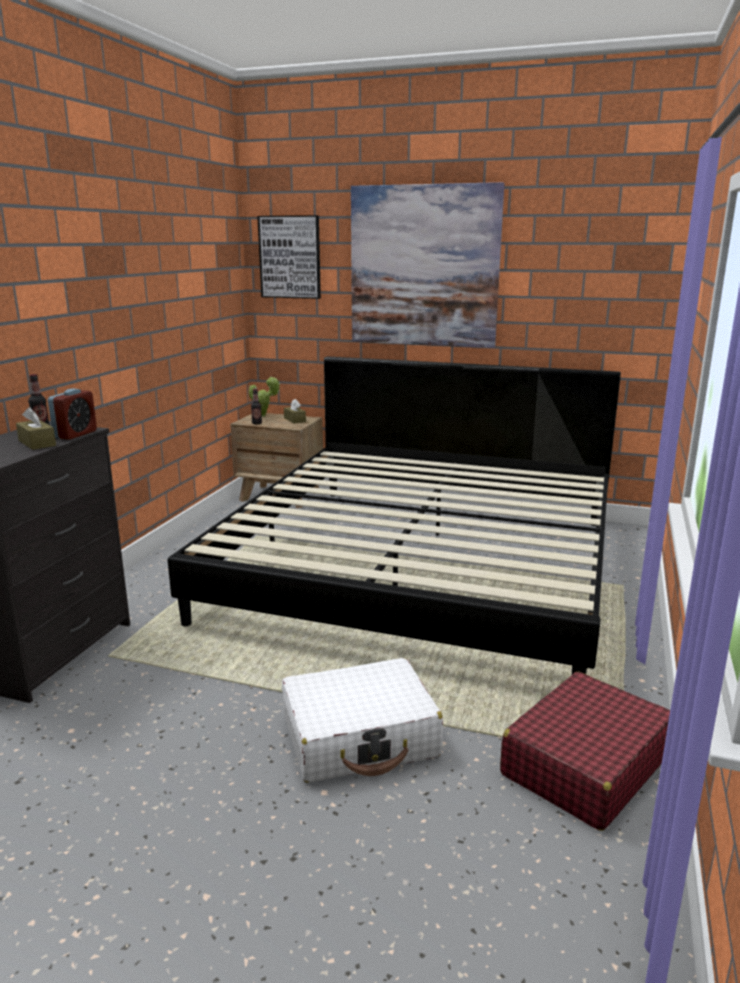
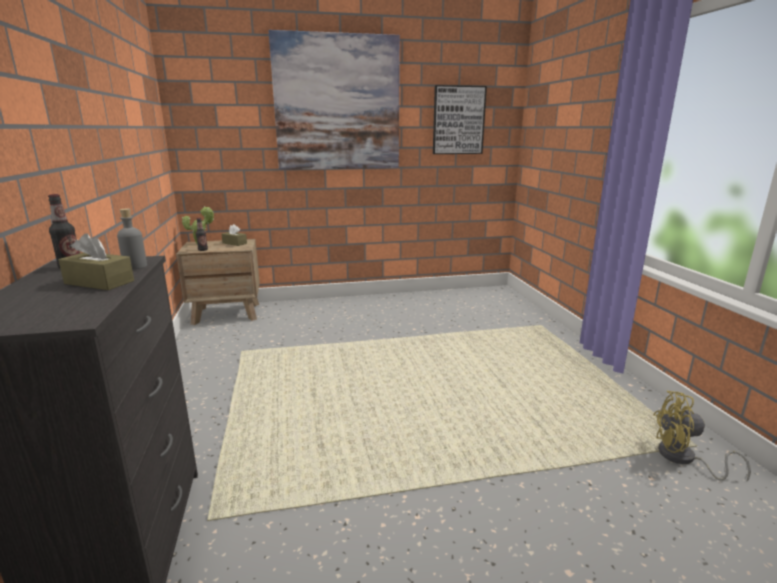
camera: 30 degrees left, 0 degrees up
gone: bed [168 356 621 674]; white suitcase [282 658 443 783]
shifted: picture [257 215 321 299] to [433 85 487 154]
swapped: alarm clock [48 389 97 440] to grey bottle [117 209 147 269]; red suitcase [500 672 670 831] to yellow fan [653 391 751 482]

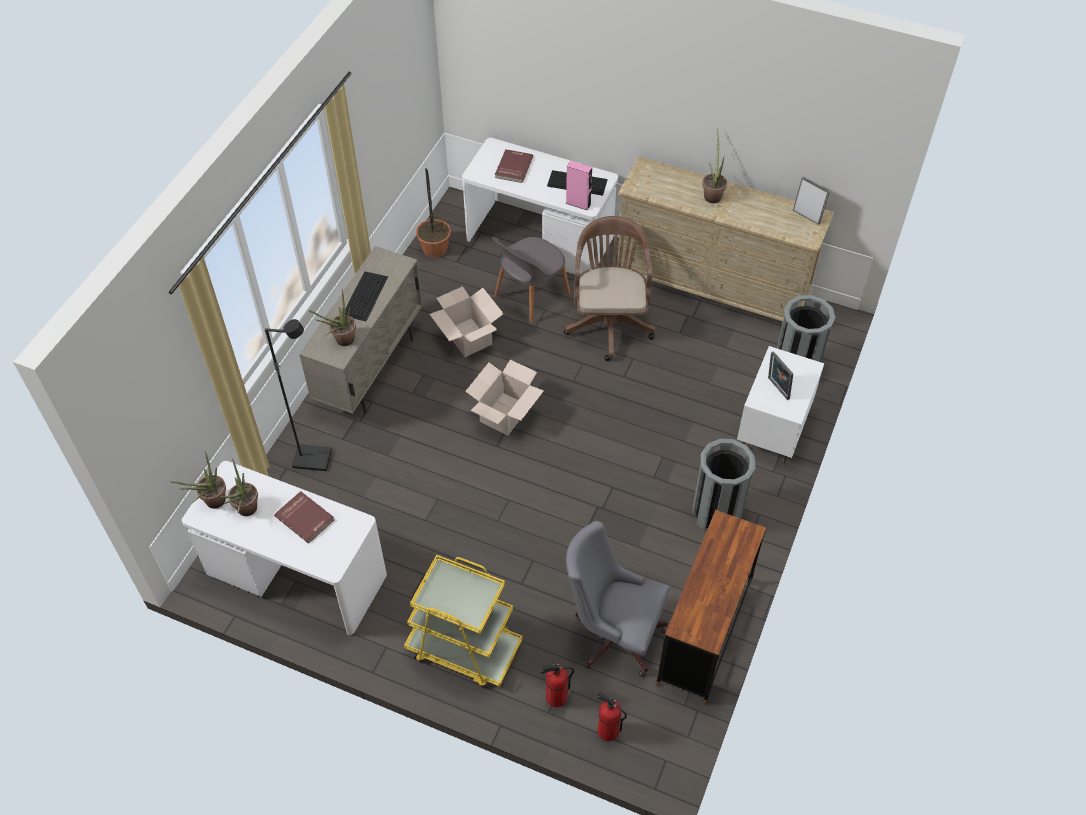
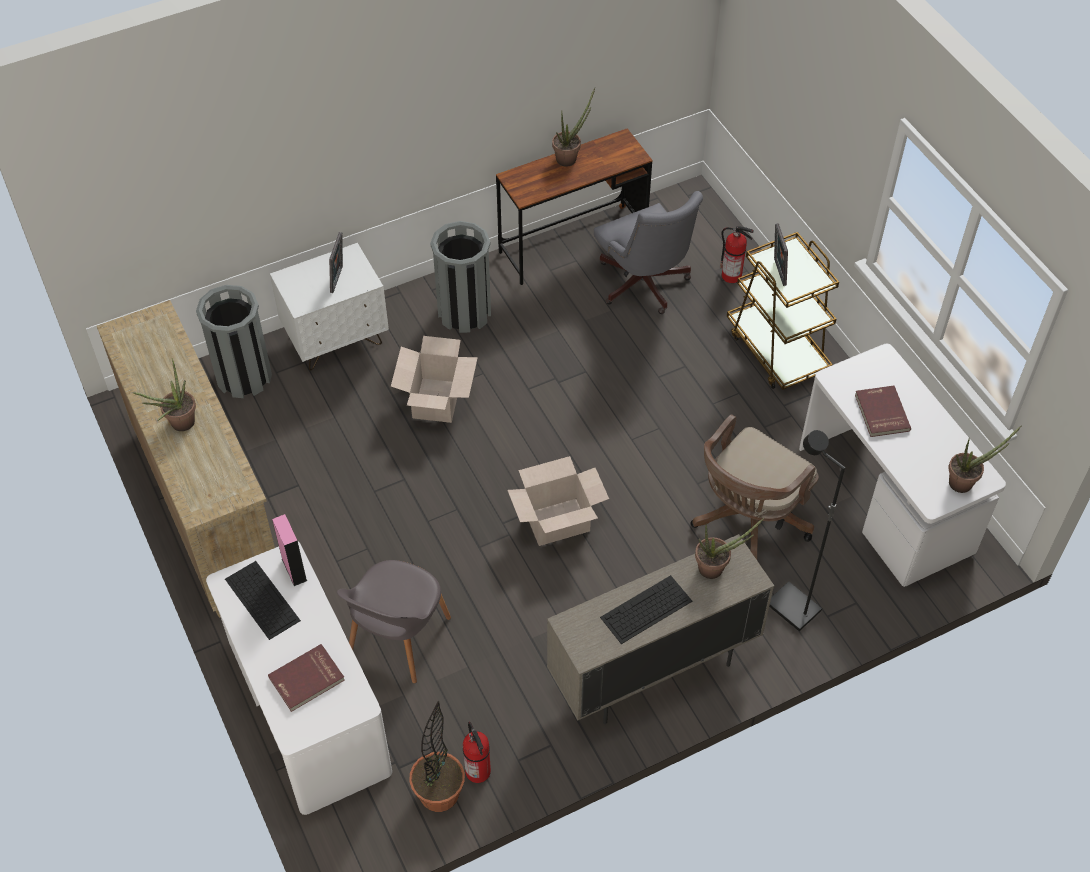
camera: 140 degrees left, 0 degrees up
shifted: potted plant [220 458 258 516] to [552 88 595 167]; cardboard box [429 286 504 357] to [391 336 478 423]; brown office chair [564 216 656 361] to [690 414 819 560]; fire extinguisher [596 691 627 741] to [463 722 491 783]; picture frame [793 177 830 225] to [774 223 788 286]
repainted: yellow cart [404 555 523 687] to brown cart [727 232 839 390]
rotated: grey chair [492 237 570 324] = [337 560 451 684] 120 degrees clockwise

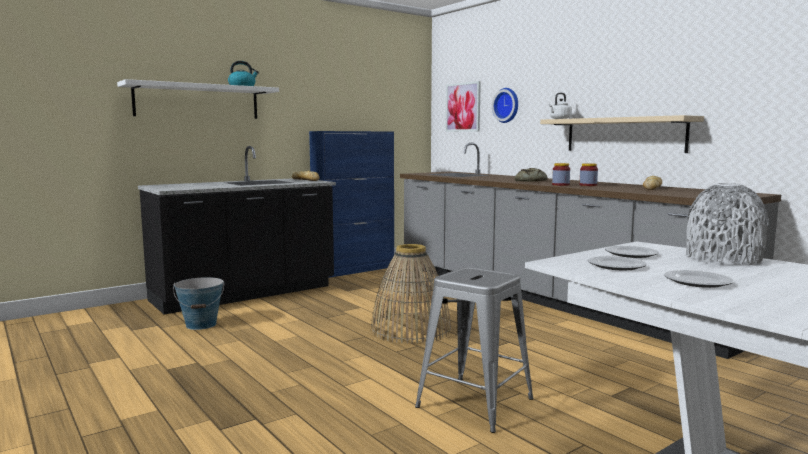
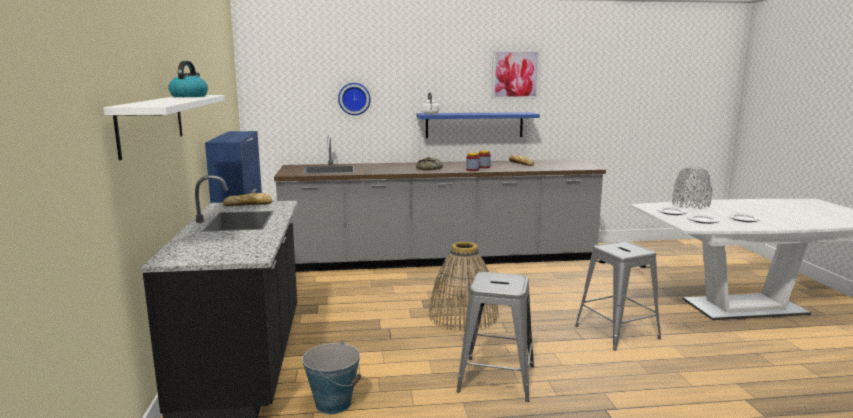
camera: 60 degrees left, 5 degrees up
new: grey stool [456 272 534 402]
shifted: picture [446 81 481 132] to [492 50 540 99]
repainted: beige shelf [540 115 704 153] to blue shelf [417 112 540 138]

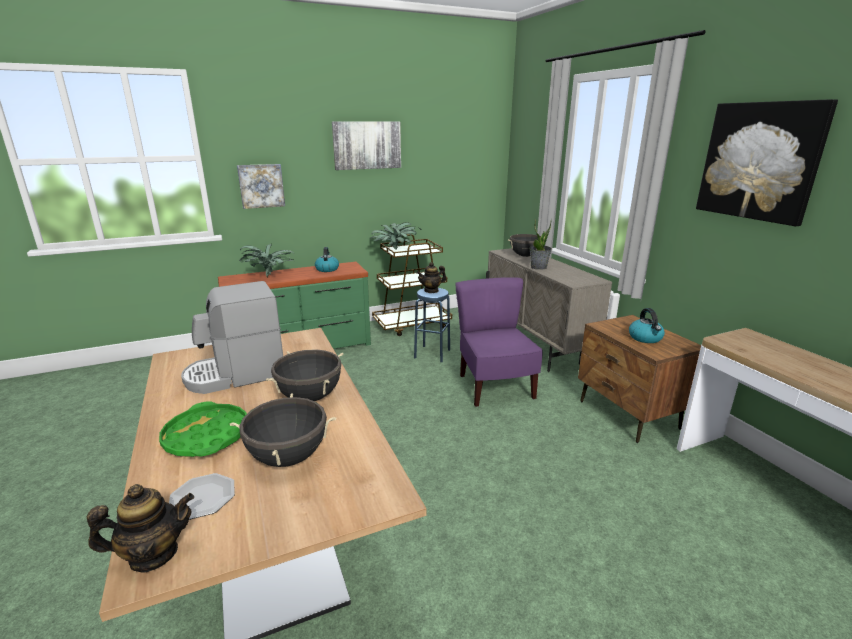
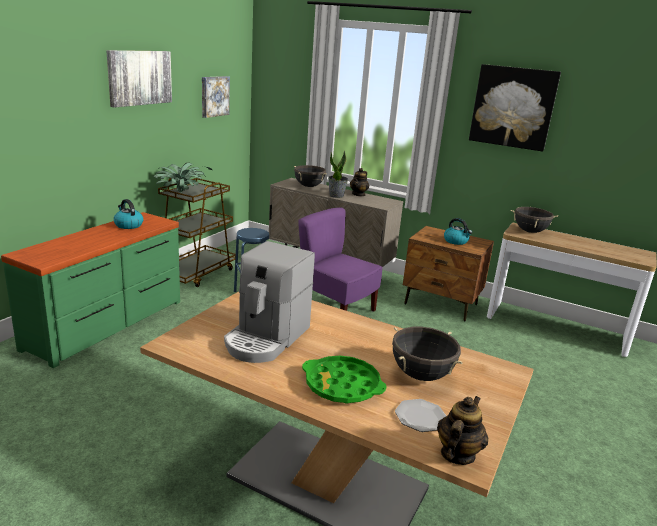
camera: 40 degrees left, 0 degrees up
gone: potted plant [239 244 294 277]
shifted: picture [237 164 285 209] to [202 76 230 118]; black cooking pot [266 349 343 401] to [511 207 558 233]; teapot [416 262 446 293] to [350 168 369 197]

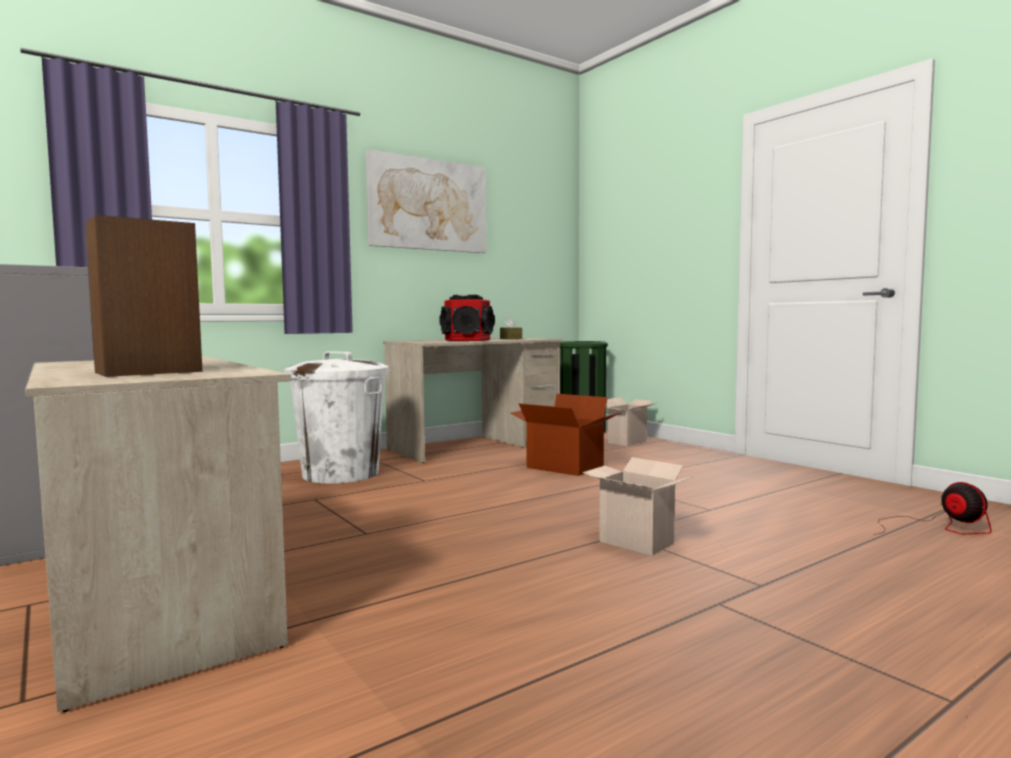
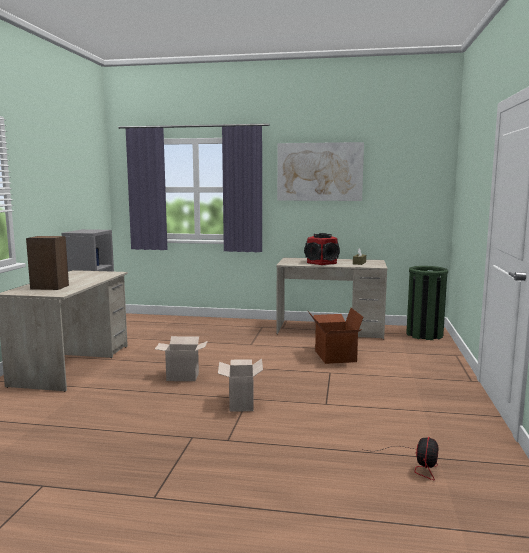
camera: 45 degrees right, 5 degrees up
gone: white trash can [285 351 389 483]
shifted: cardboard box [606 397 654 446] to [155 336 208 381]

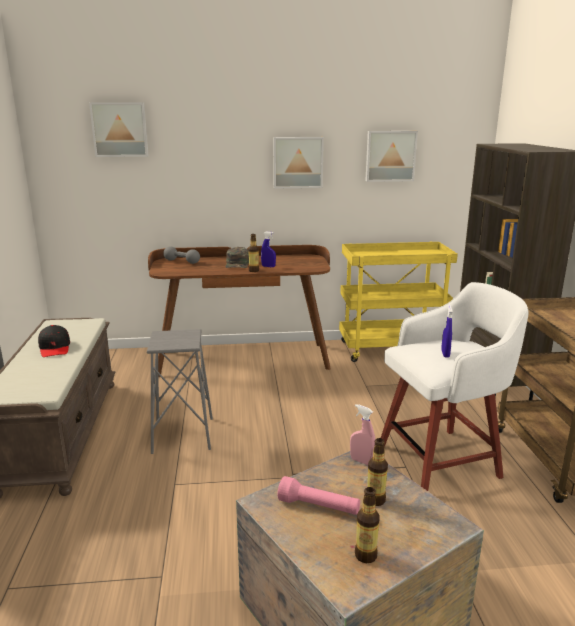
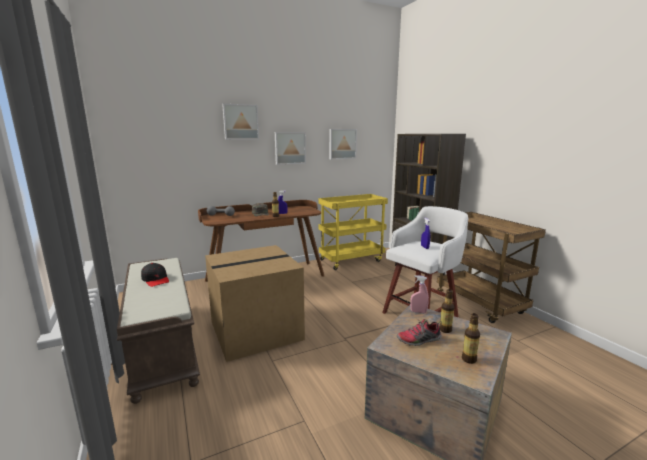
camera: 20 degrees left, 5 degrees down
shifted: picture [89 102 149 157] to [222 104 259 140]
swapped: grey stool [147 329 213 454] to cardboard box [205 245 305 362]; pink flashlight [278 476 360 515] to shoe [397 319 442 346]

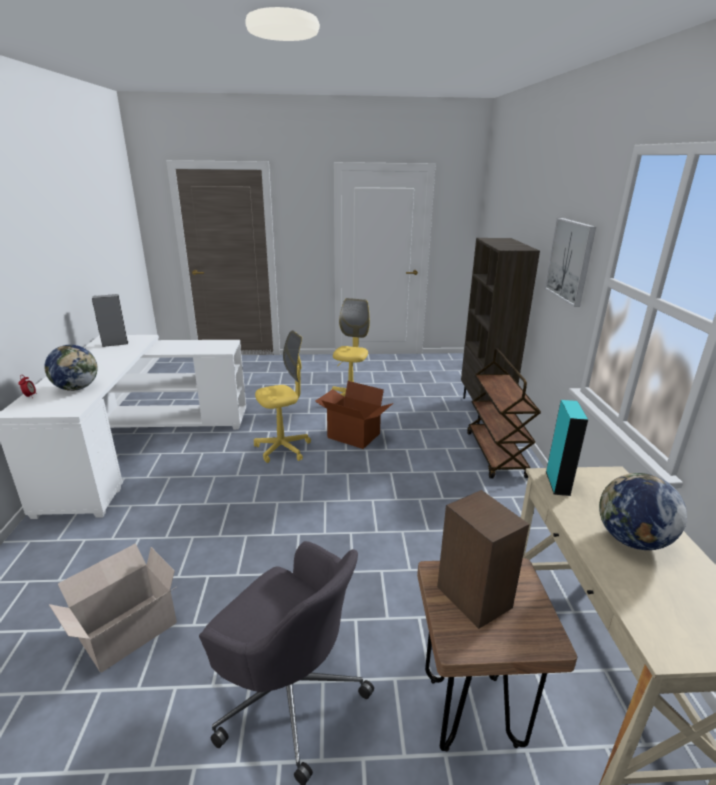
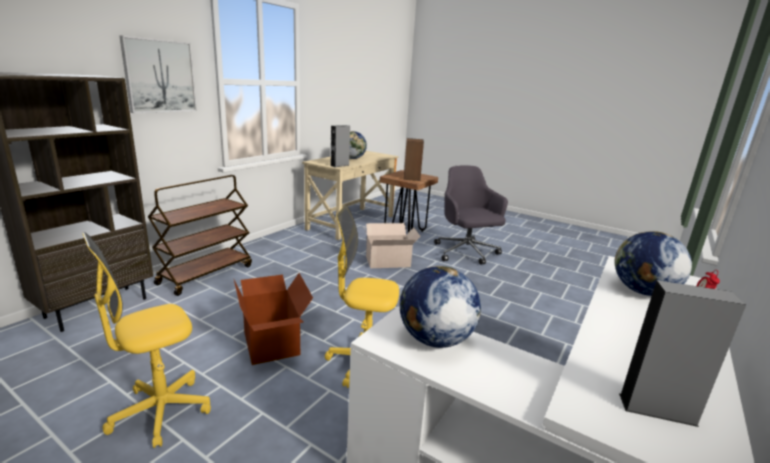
camera: 145 degrees left, 5 degrees down
new: globe [399 266 481 348]
shifted: cardboard box [49 543 177 673] to [363 223 421 268]
repainted: turquoise speaker [546 400 588 496] to grey speaker [331 125 350 167]

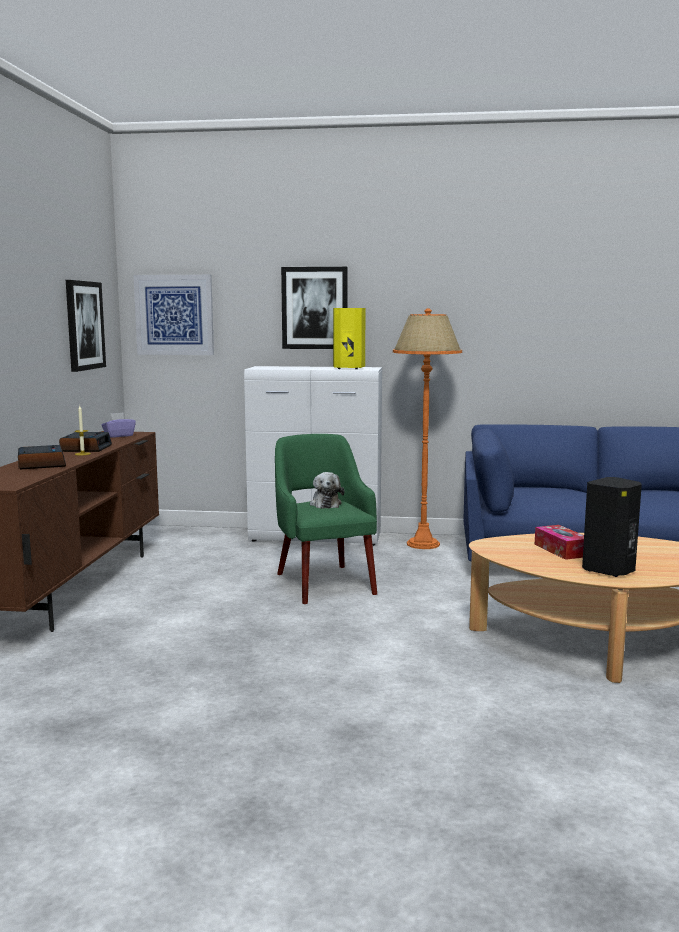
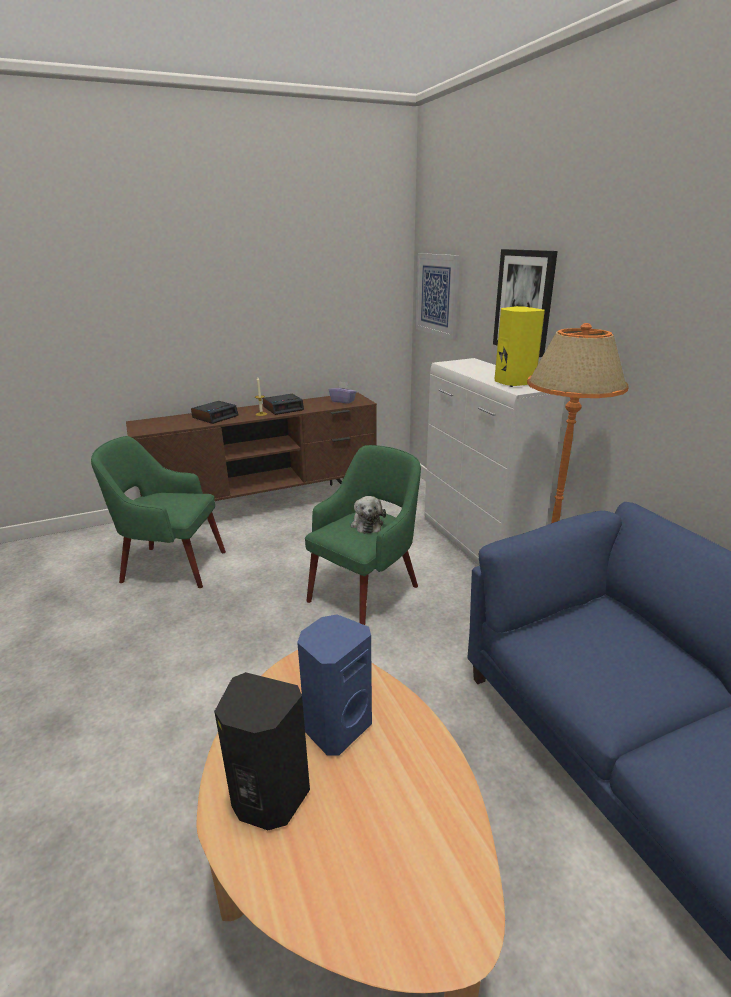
camera: 60 degrees right, 15 degrees up
gone: picture [66 280 106 372]
new: green armchair [91 436 226 588]
swapped: tissue box [535 525 584 560] to blue speaker [297 614 372 756]
rotated: plush toy [310 472 344 509] = [351 496 386 534] 60 degrees counterclockwise

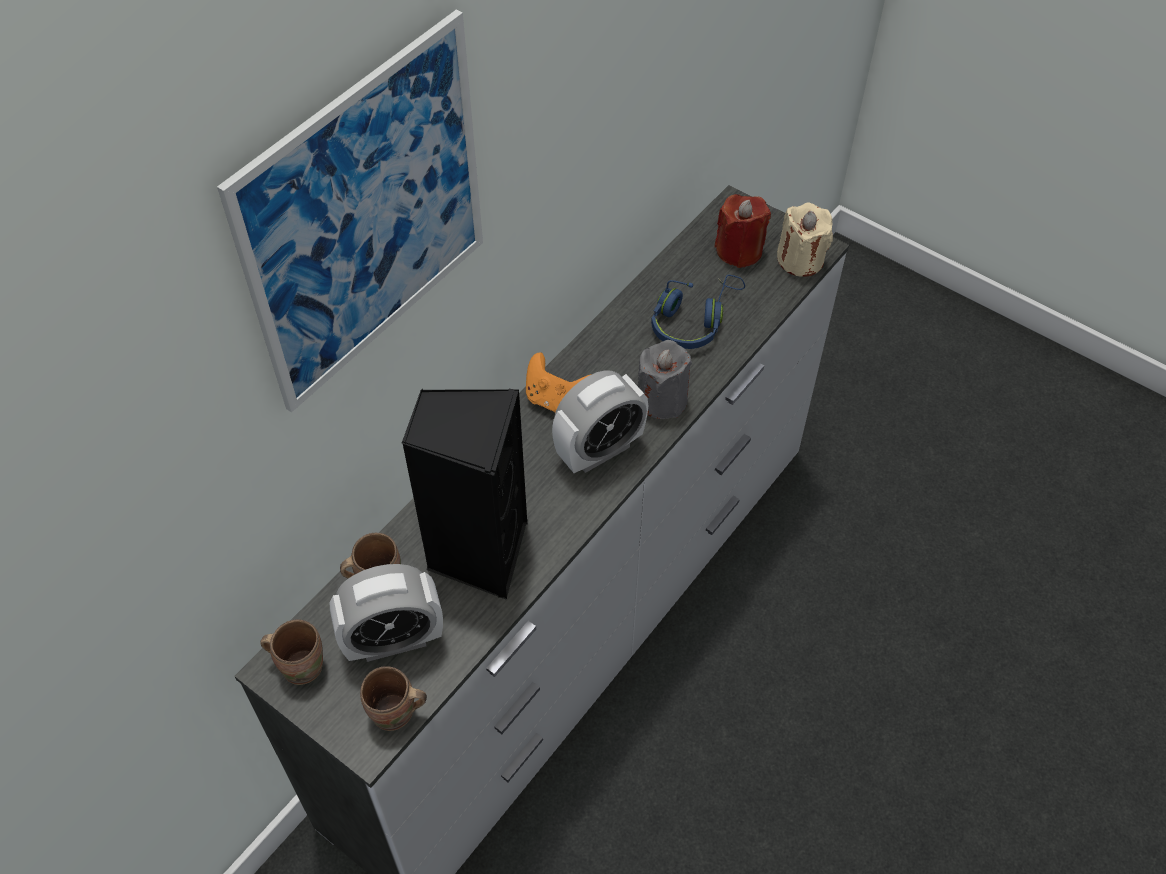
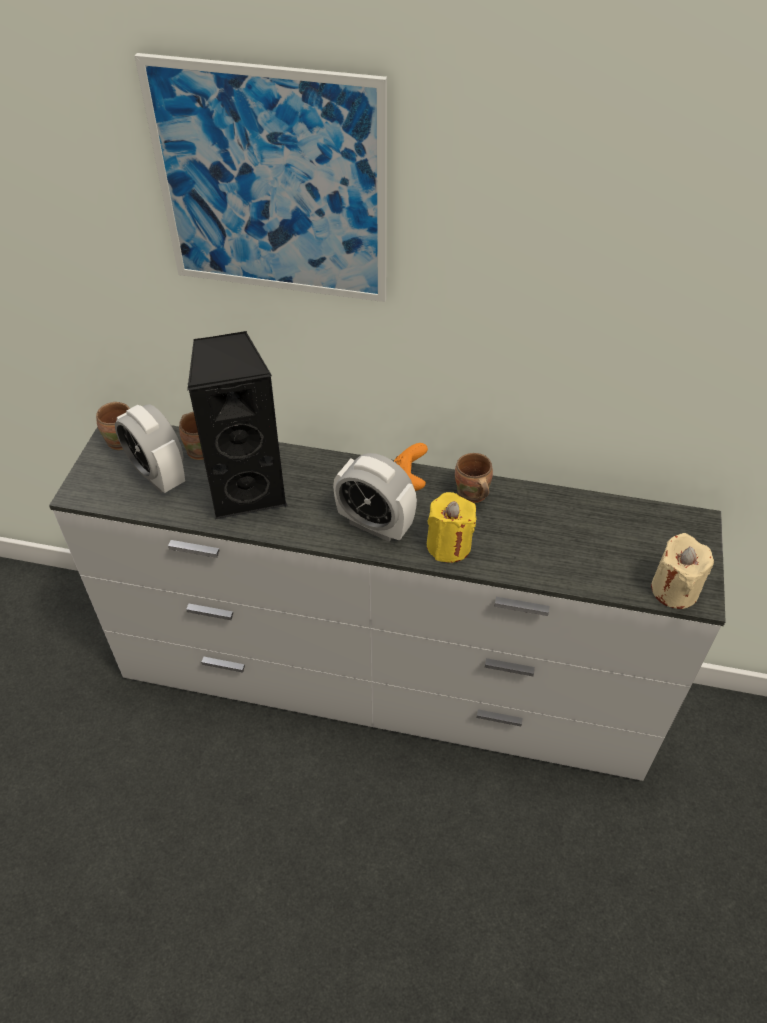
camera: 65 degrees right, 5 degrees down
gone: blue headphones [651 275 745 349]; red candle [714 194 771 268]
shifted: brown mug [360 666 427 731] to [455 453 493 503]
repainted: grey candle [637 340 692 419] to yellow candle [427 492 477 563]

